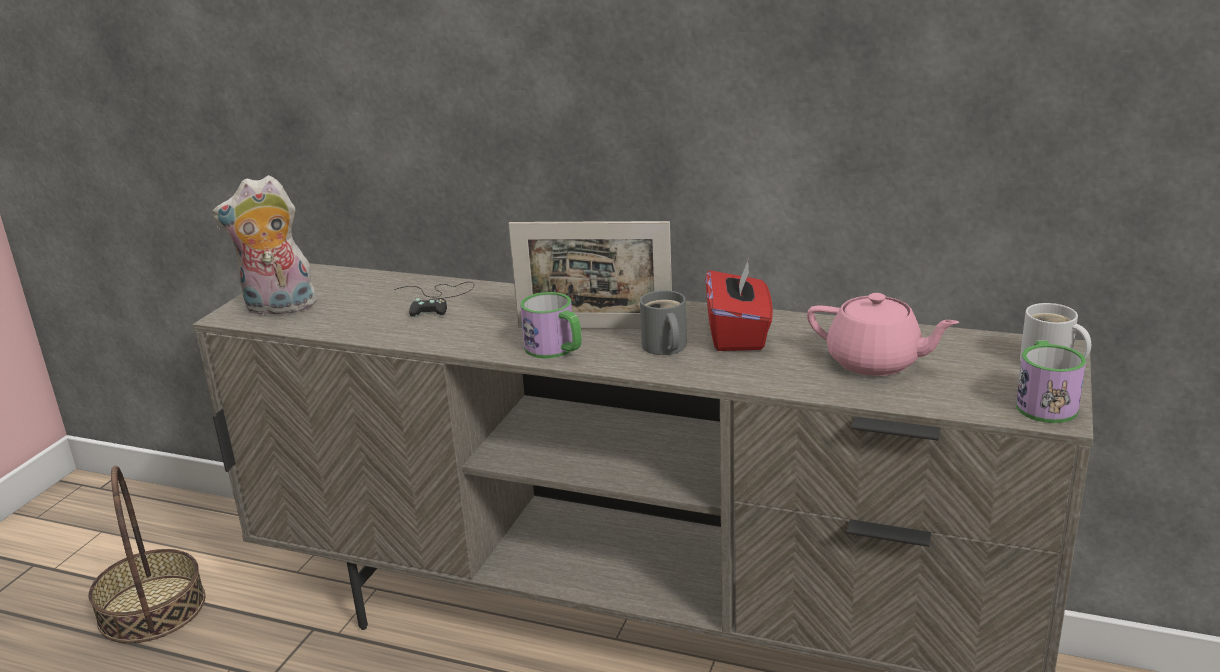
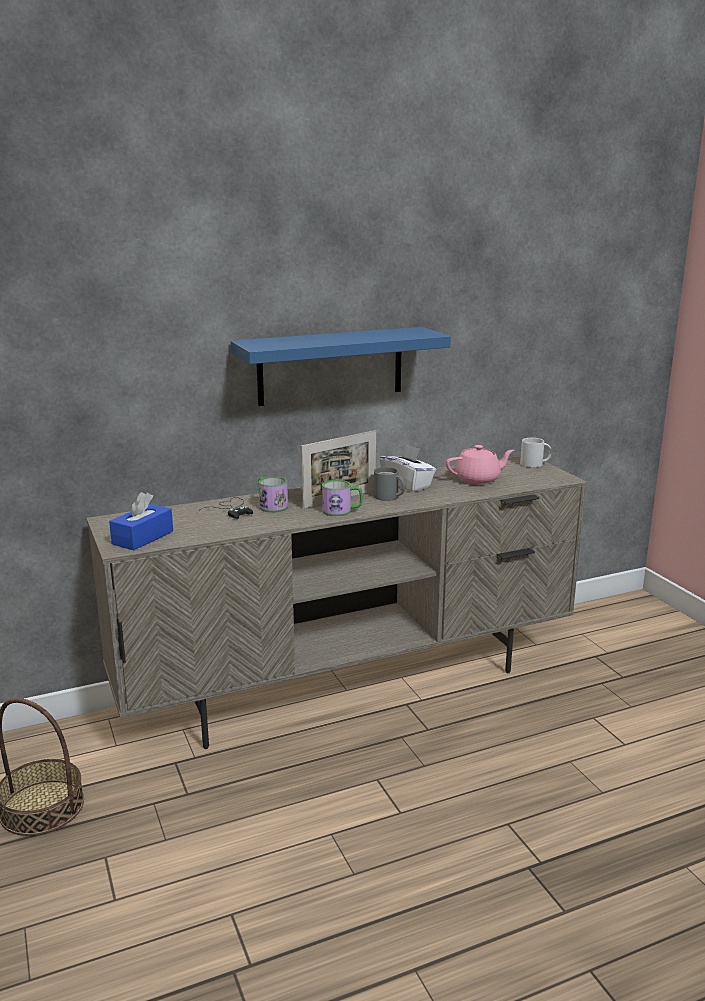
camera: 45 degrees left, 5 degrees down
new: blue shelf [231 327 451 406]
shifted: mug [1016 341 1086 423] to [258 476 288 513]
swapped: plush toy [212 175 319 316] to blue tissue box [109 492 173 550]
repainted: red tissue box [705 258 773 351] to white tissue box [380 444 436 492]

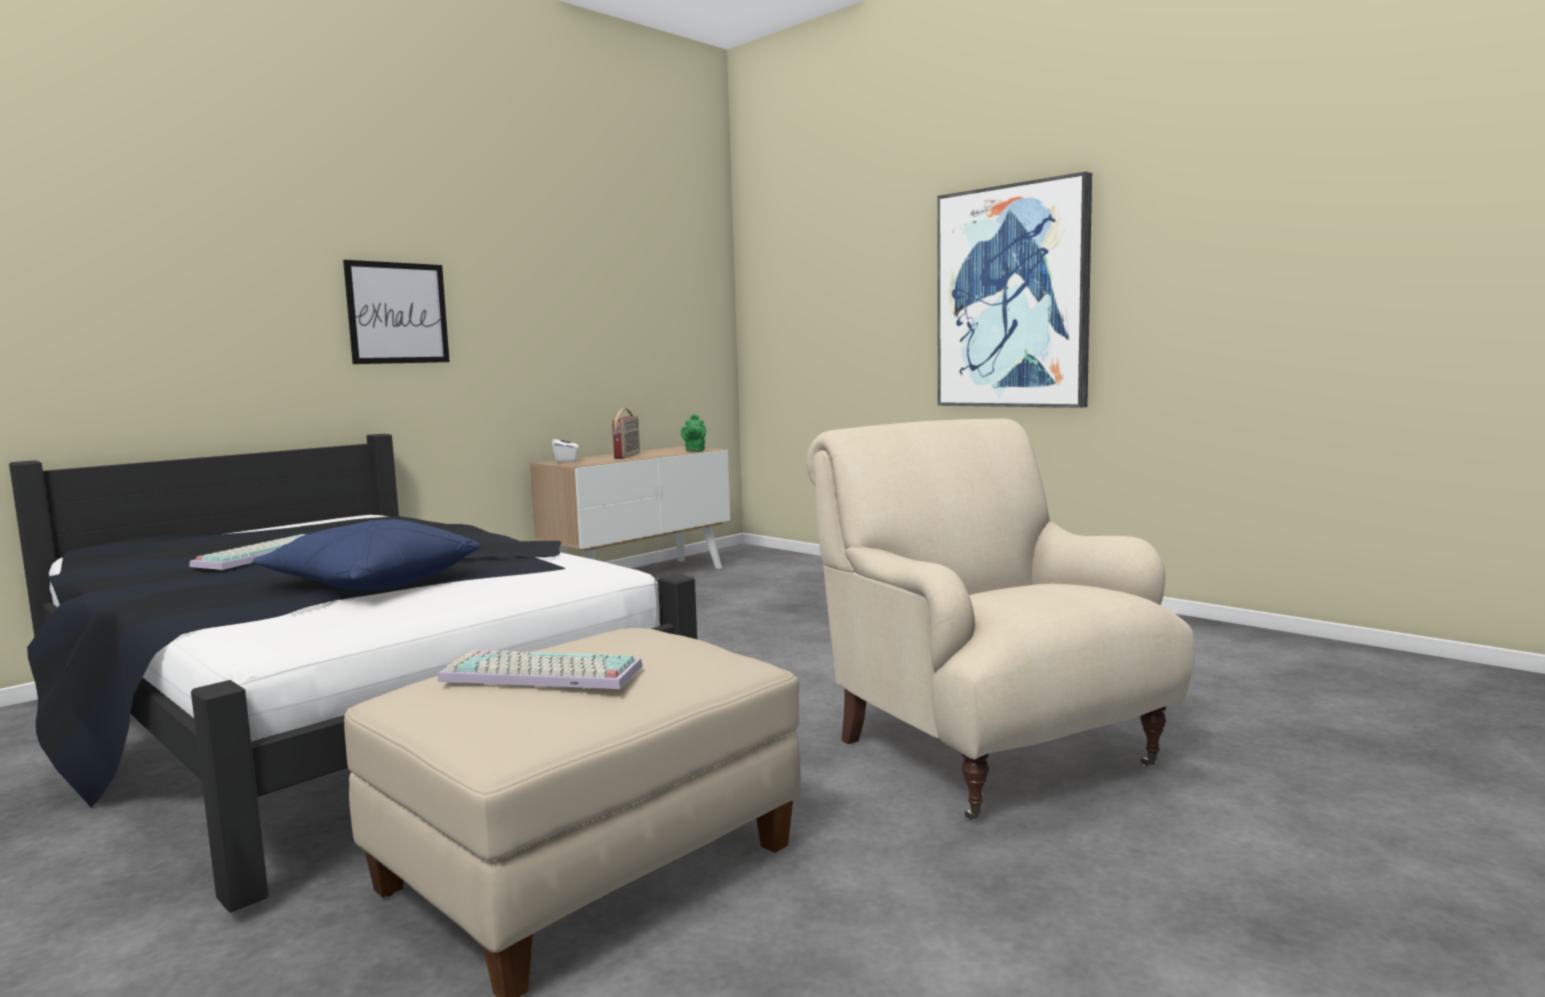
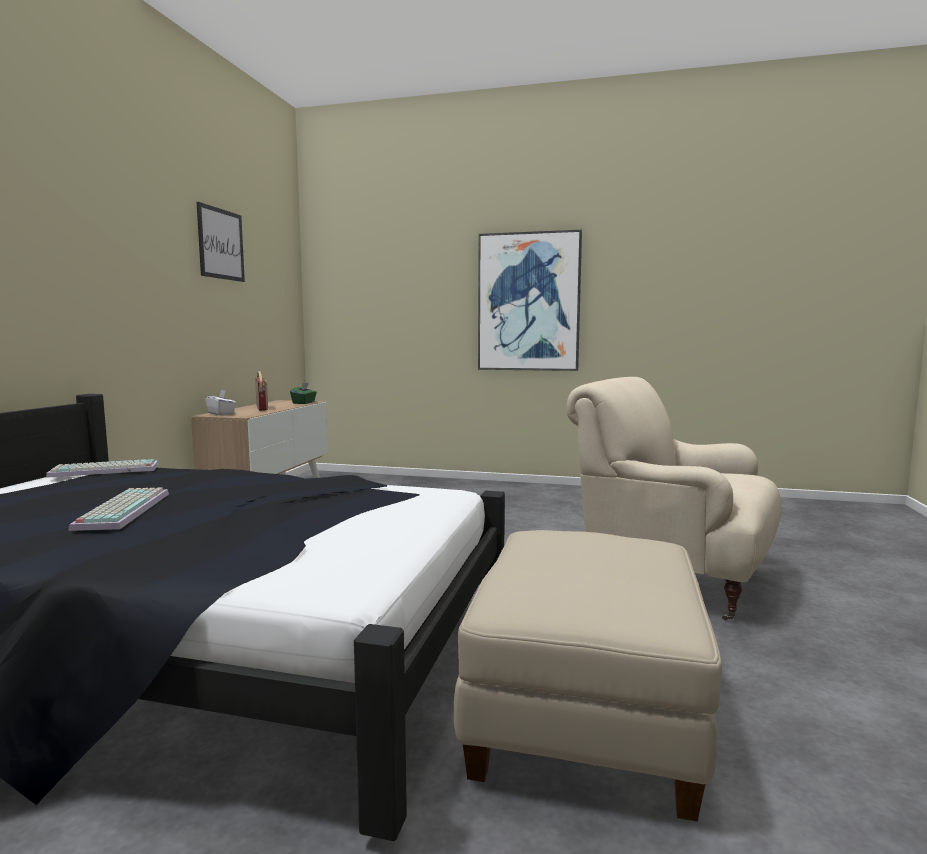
camera: 30 degrees left, 0 degrees up
gone: blue pillow [252 519 481 590]
shifted: picture [343 260 450 364] to [196 202 245 282]; keyboard [437 650 643 689] to [46 459 159 478]
swapped: green teapot [681 414 706 451] to green tissue box [290 383 317 404]

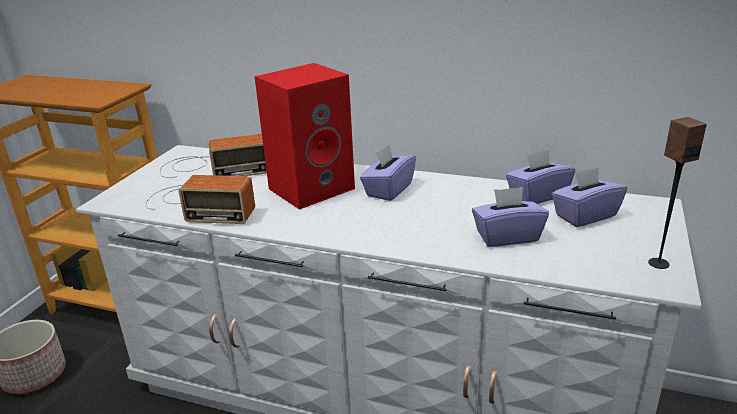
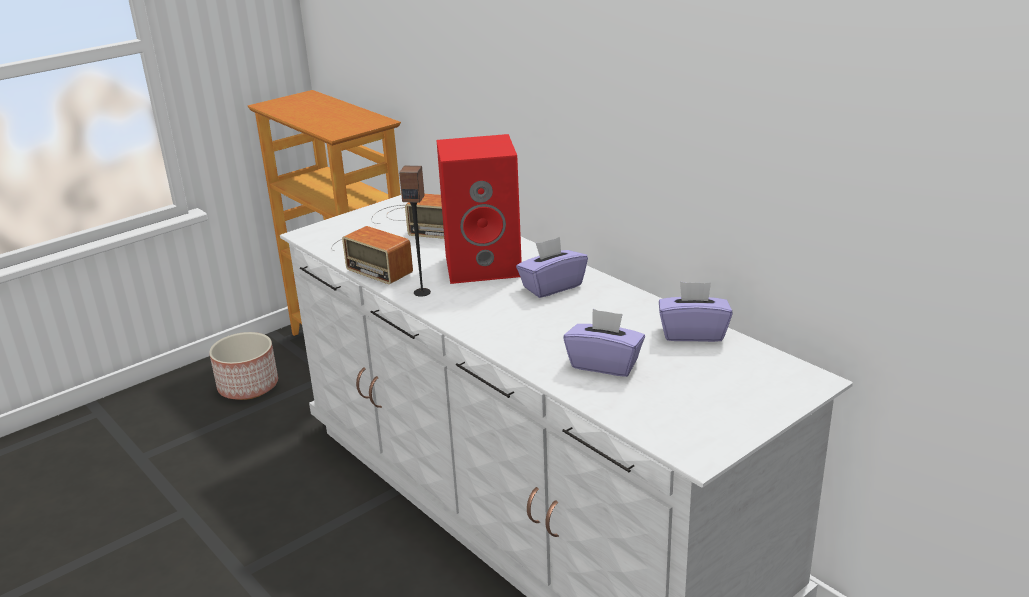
camera: 30 degrees right, 0 degrees up
gone: purple tissue box [551 167 627 227]
shifted: speaker [648 117 707 269] to [399 166 431 297]

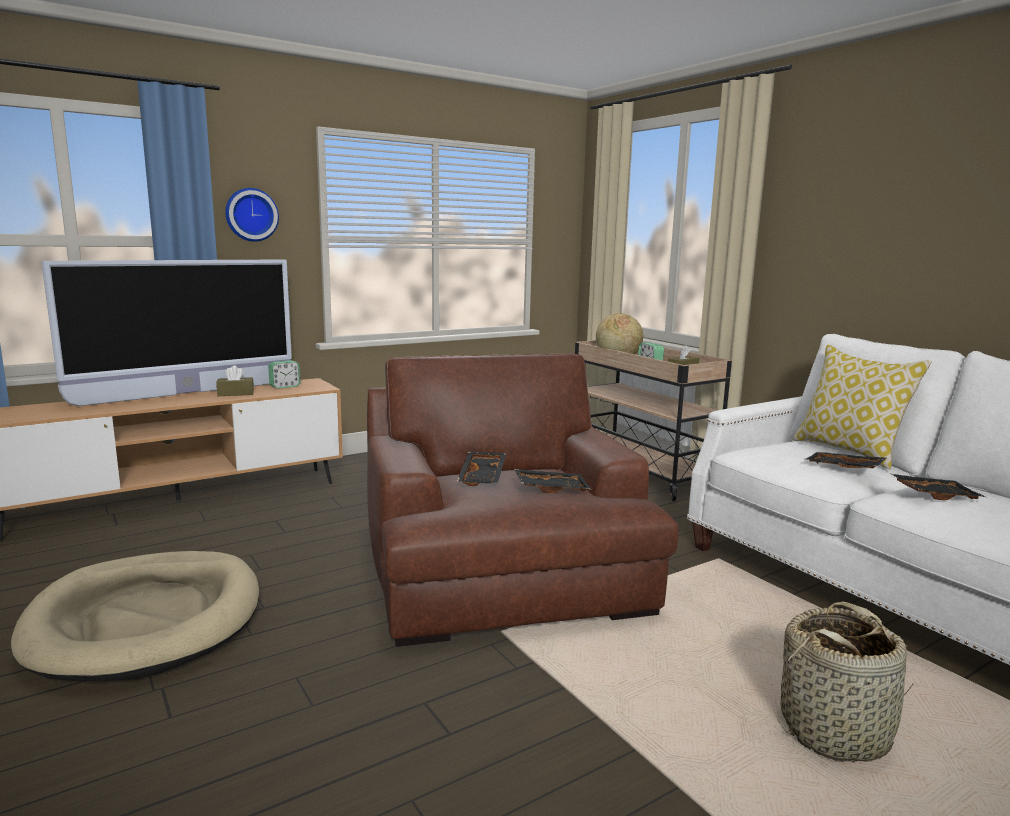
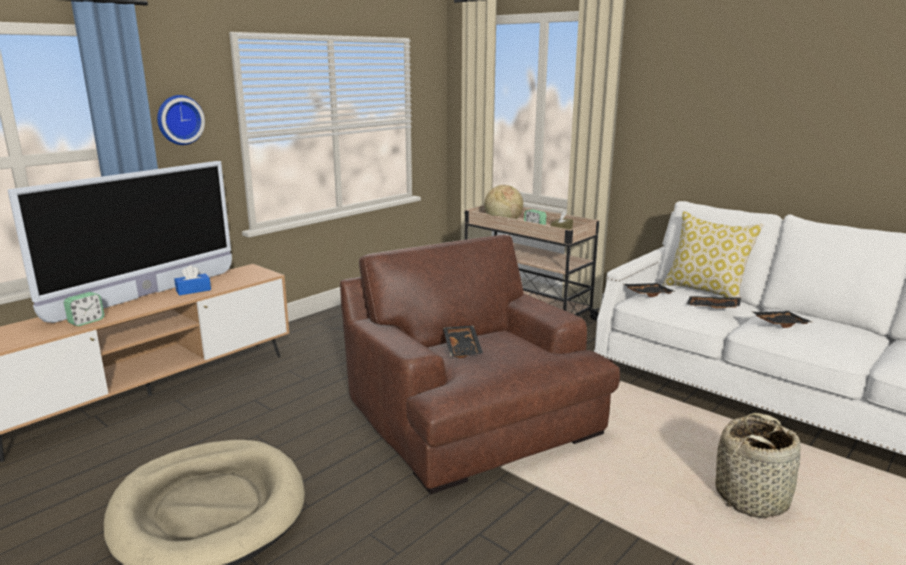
camera: 15 degrees left, 5 degrees up
shifted: alarm clock [268 360 301 389] to [64 292 104 326]; black tray [514 469 591 493] to [624 283 676 297]
repainted: brown tissue box [216 365 254 396] to blue tissue box [174 265 211 296]

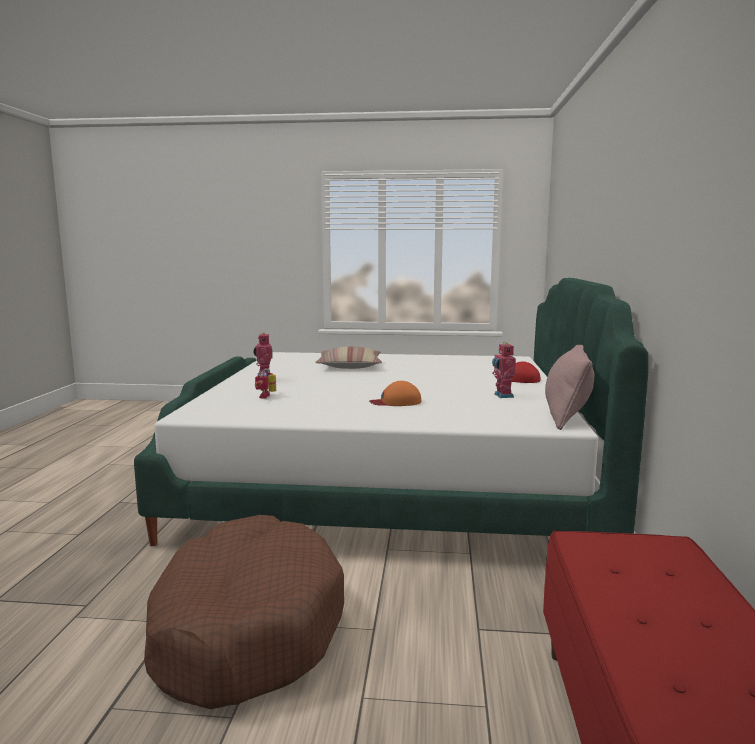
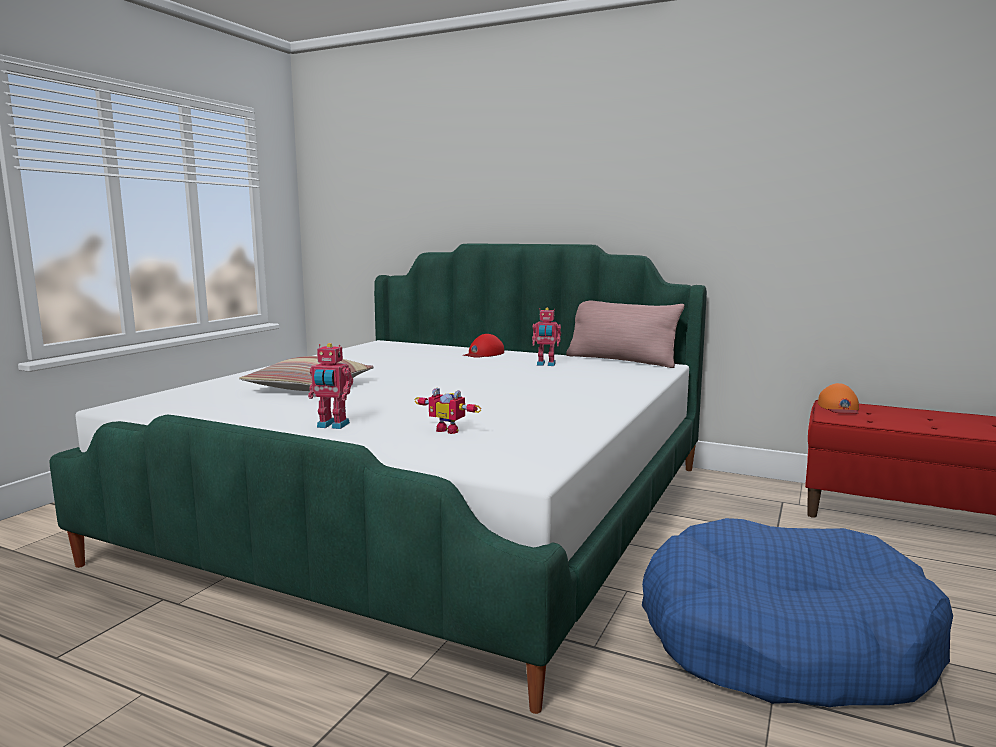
camera: 70 degrees left, 0 degrees up
shifted: orange cap [369 381 421 406] to [818 383 859 414]
repainted: brown dog bed [144 515 344 709] to blue dog bed [642 518 953 707]

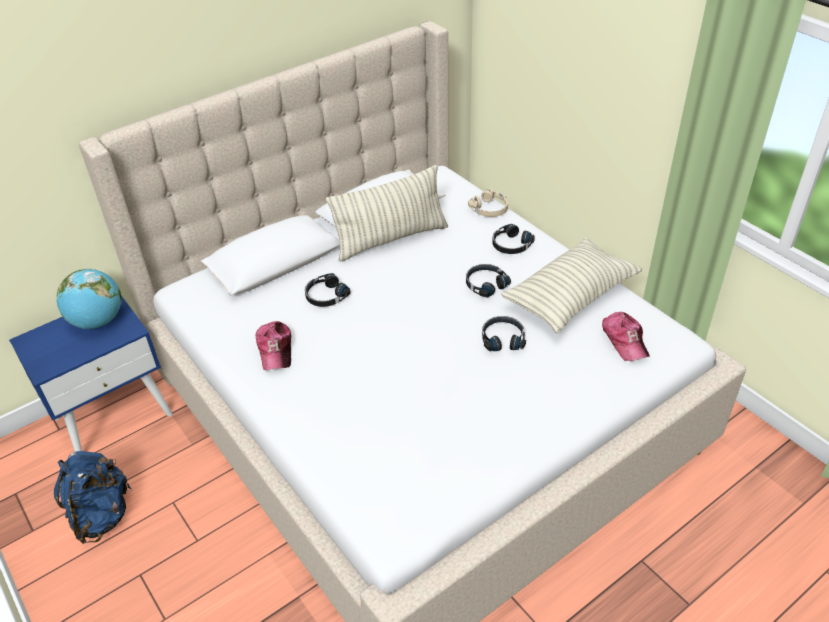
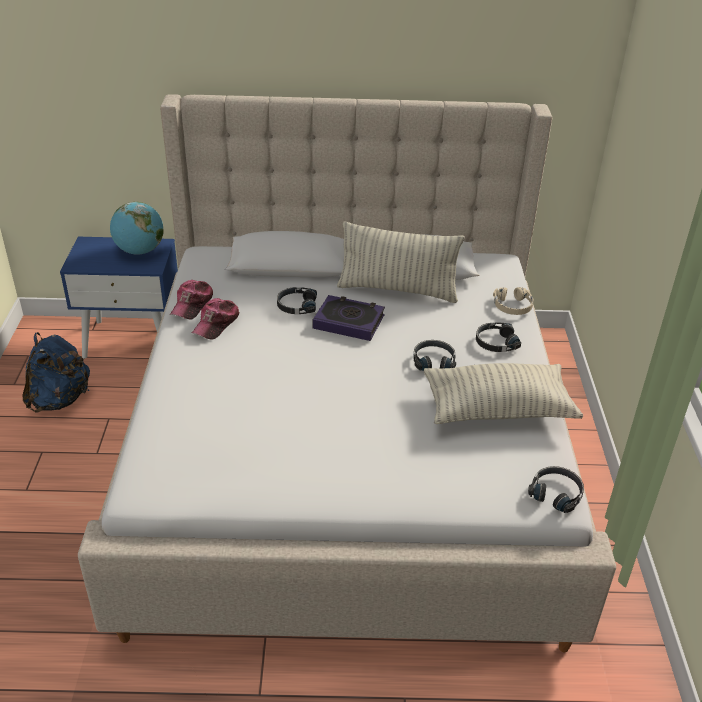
camera: 35 degrees right, 5 degrees down
new: book [313 295 385 341]
shifted: black headphones [482 316 526 351] to [528 466 584 513]; cap [602 312 650 361] to [170 280 213 319]

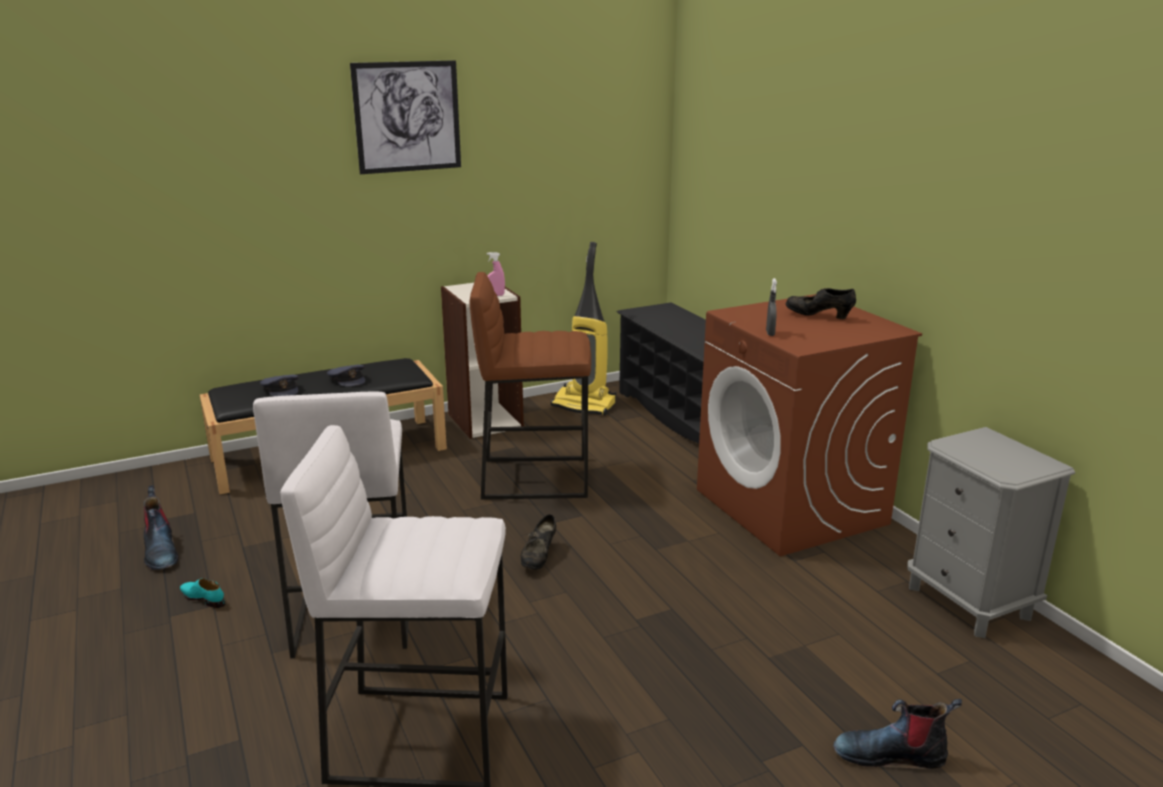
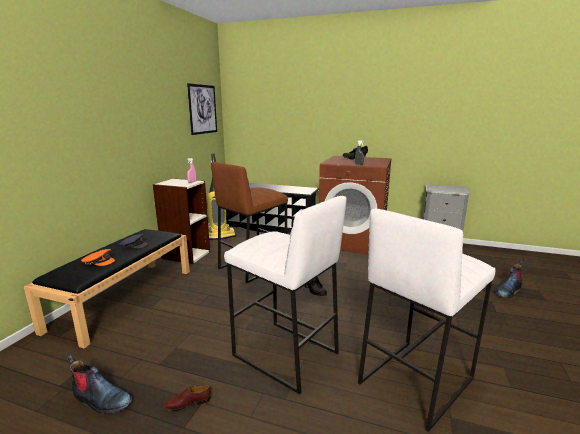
camera: 45 degrees left, 5 degrees down
shifted: picture [350 60 461 174] to [187 83 217 135]
repainted: turquoise shoe [180 578 225 608] to brown shoe [163 385 211 411]; grey cap [260 374 299 396] to orange cap [81 249 115 266]

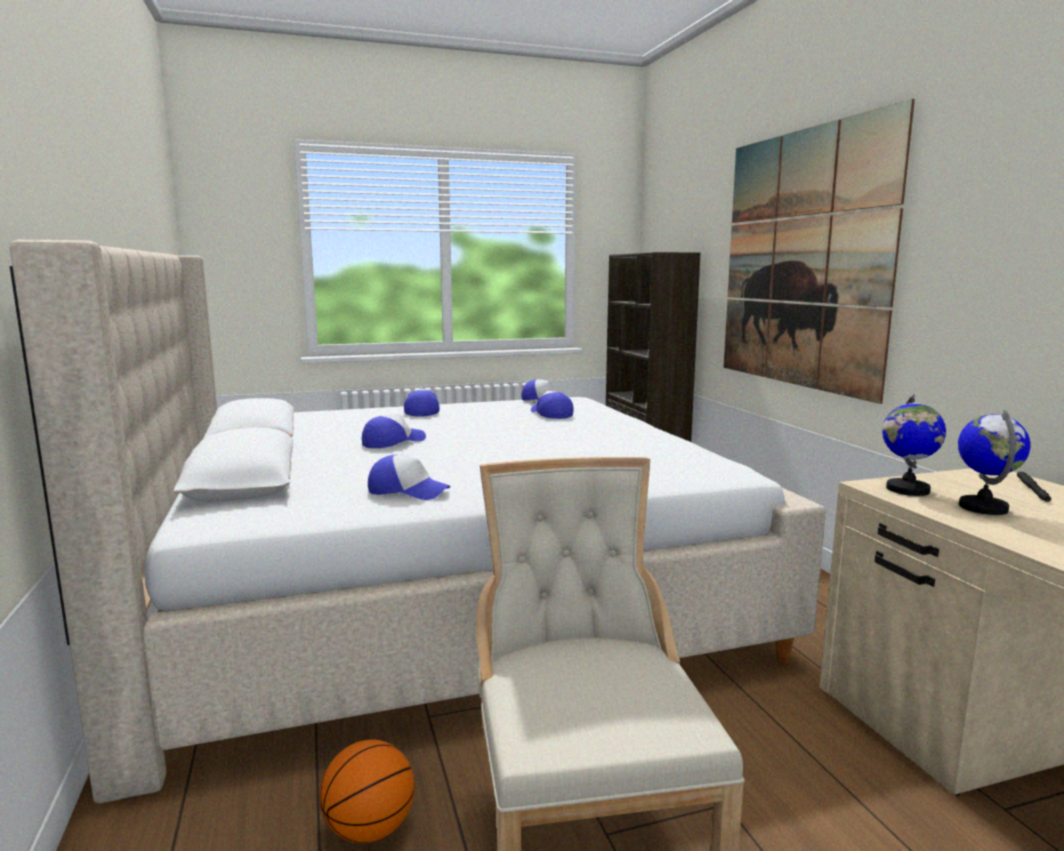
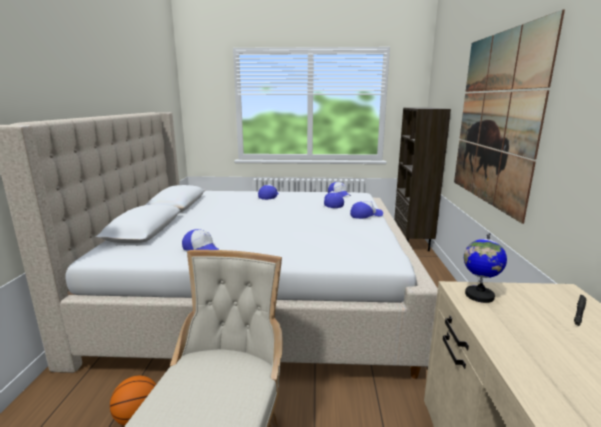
camera: 20 degrees right, 5 degrees up
gone: globe [958 410 1031 515]
shifted: cap [362 415 426 448] to [350 201 383 219]

